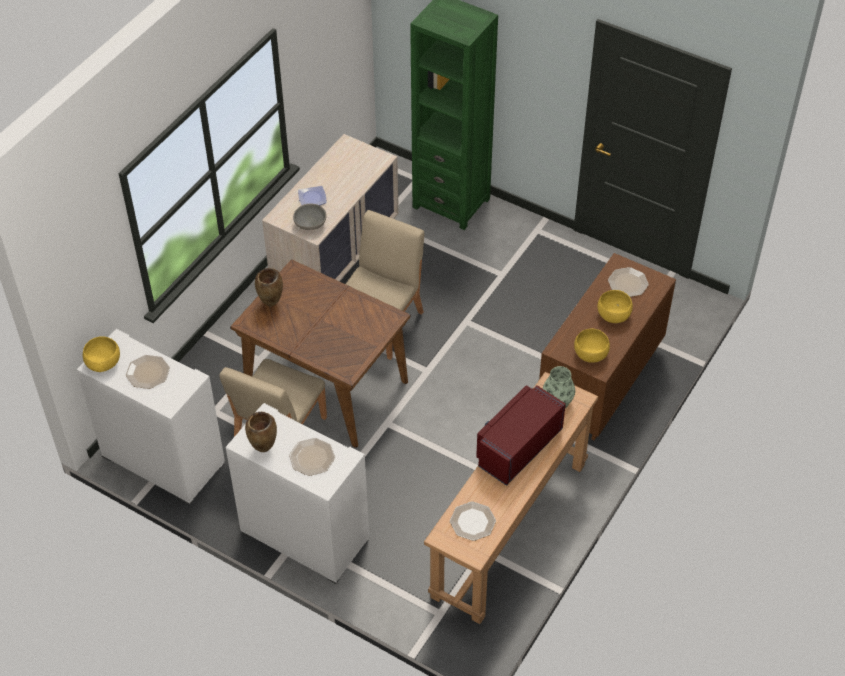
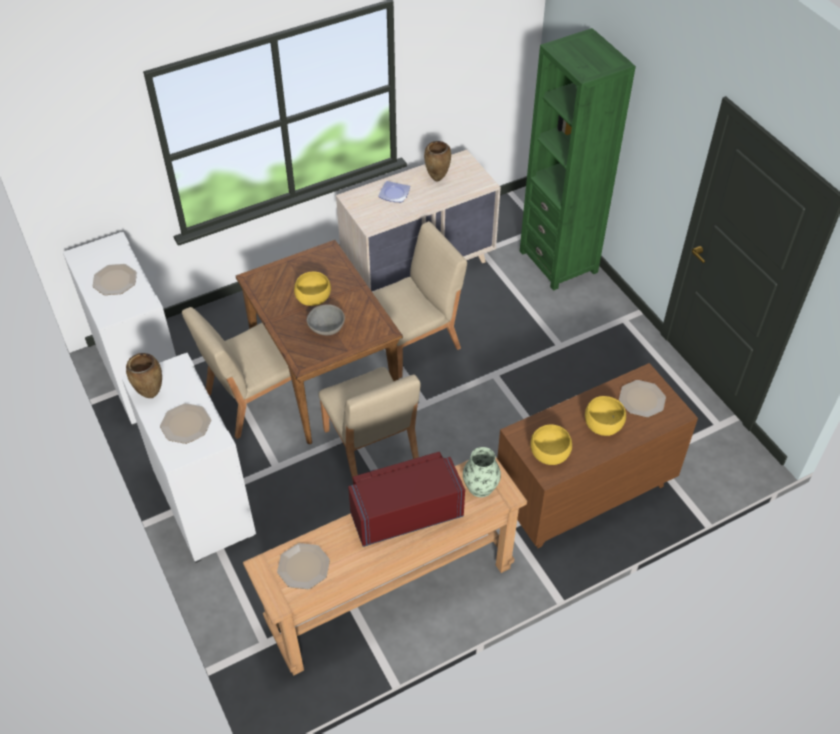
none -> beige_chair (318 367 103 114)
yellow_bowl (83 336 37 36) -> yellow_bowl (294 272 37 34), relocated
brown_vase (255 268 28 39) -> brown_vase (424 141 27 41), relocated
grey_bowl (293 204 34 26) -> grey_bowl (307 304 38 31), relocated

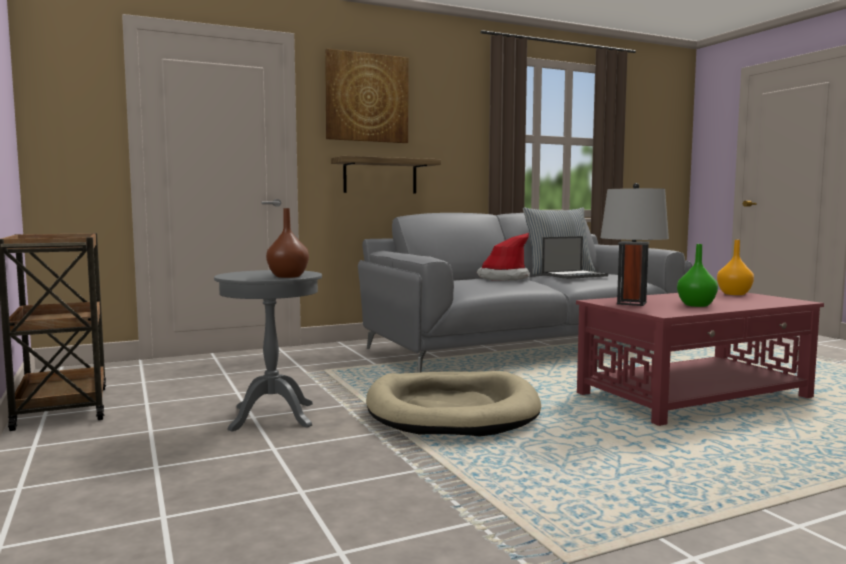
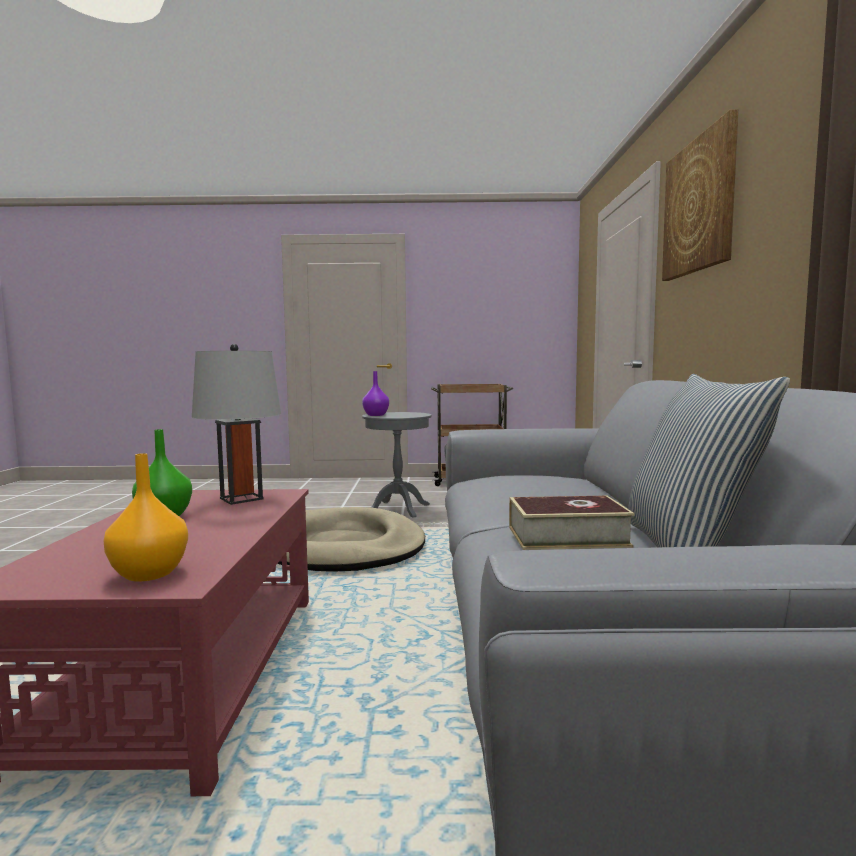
shelf (331 156 110 37) -> none
hat (476 233 54 48) -> none
laptop (542 236 66 43) -> book (509 496 126 54)
brown_vase (266 208 43 70) -> purple_vase (362 371 27 45)

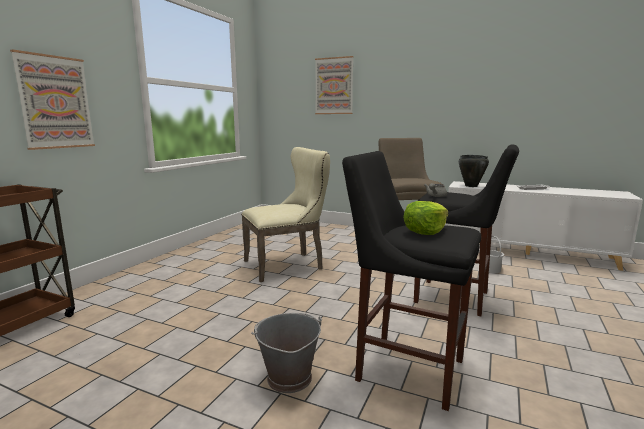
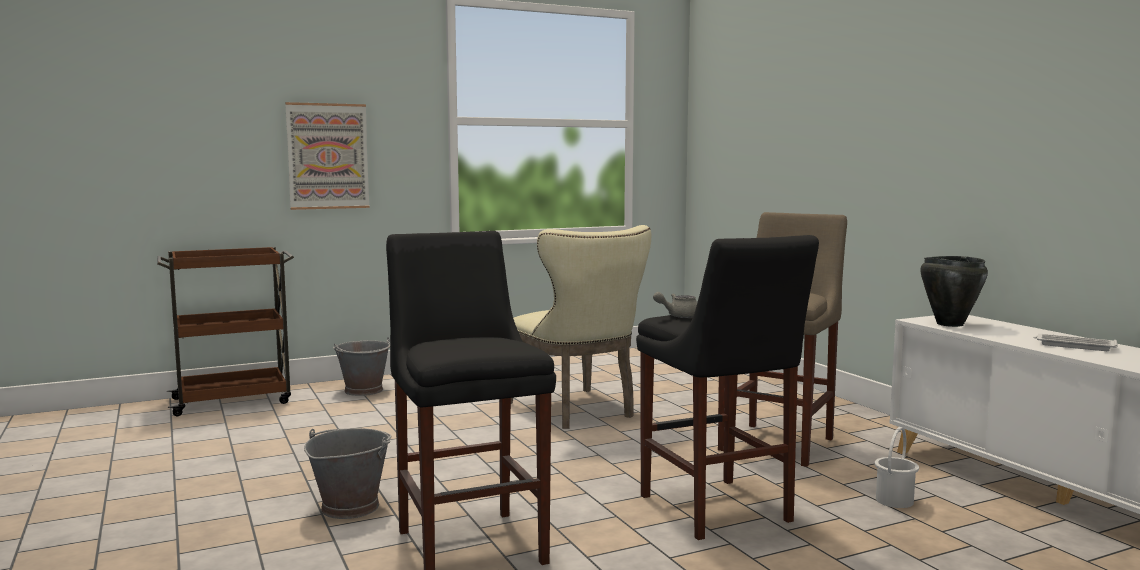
picture (315 56 39 58) -> none
lettuce (403 201 46 34) -> none
none -> grey_bucket (333 337 57 59)
beige_chair (241 147 89 135) -> beige_chair (511 225 140 204), 45 degrees clockwise

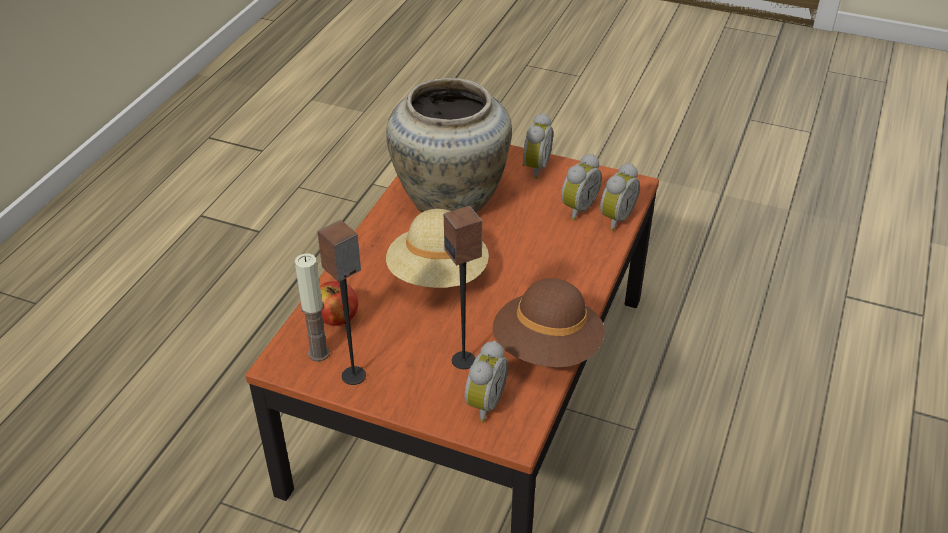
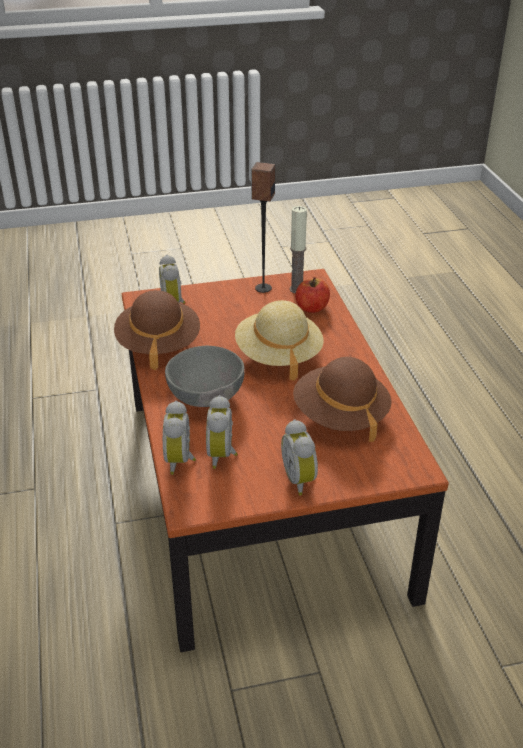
speaker (444 206 38 163) -> none
none -> grey_bowl (165 346 80 61)
beige_vase (386 78 126 135) -> brown_hat (293 357 99 85)

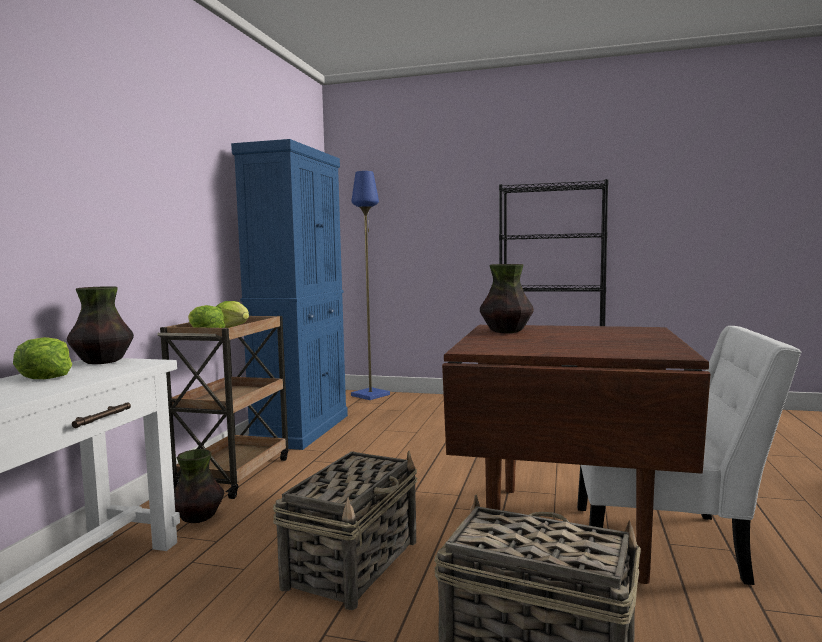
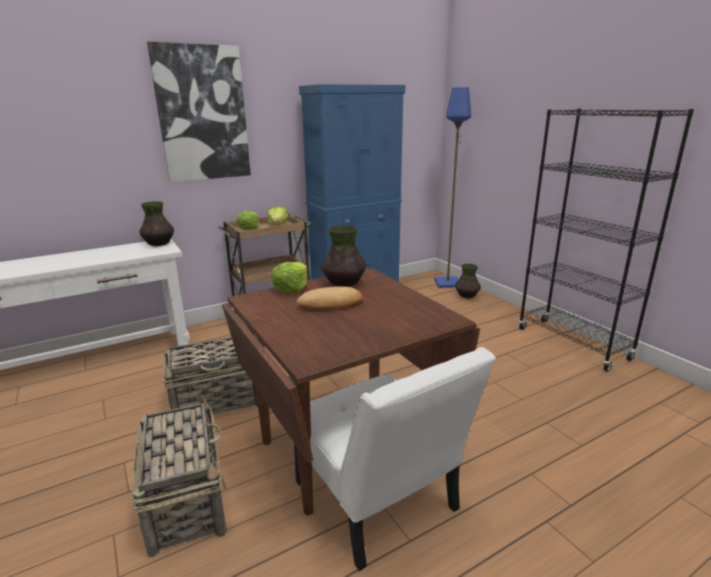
none -> picture (147 42 104 140)
none -> bread (297 287 67 24)
lettuce (13 337 59 42) -> lettuce (271 262 36 31), relocated
vase (174 449 50 74) -> vase (455 264 26 34), relocated

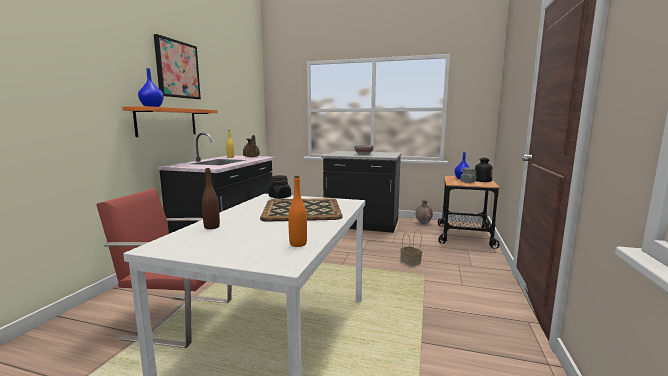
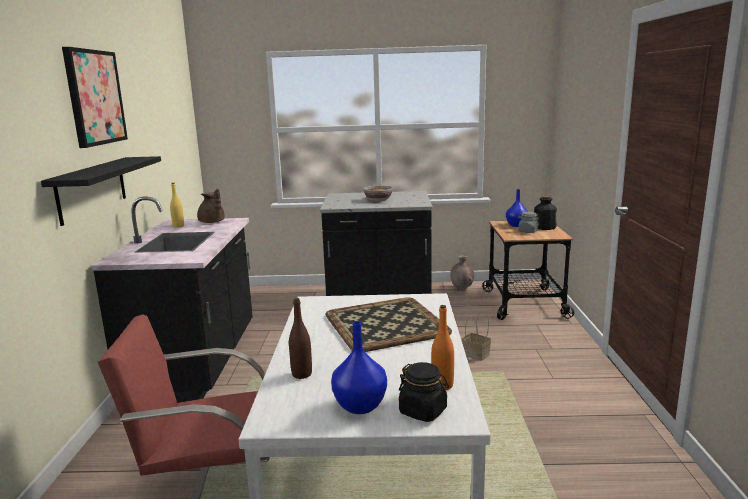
blue_vase (138 68 26 39) -> blue_vase (331 321 56 93), relocated
black_jar (269 175 22 24) -> black_jar (399 362 50 60), relocated
orange_shelf (123 106 95 31) -> black_shelf (41 156 120 70)

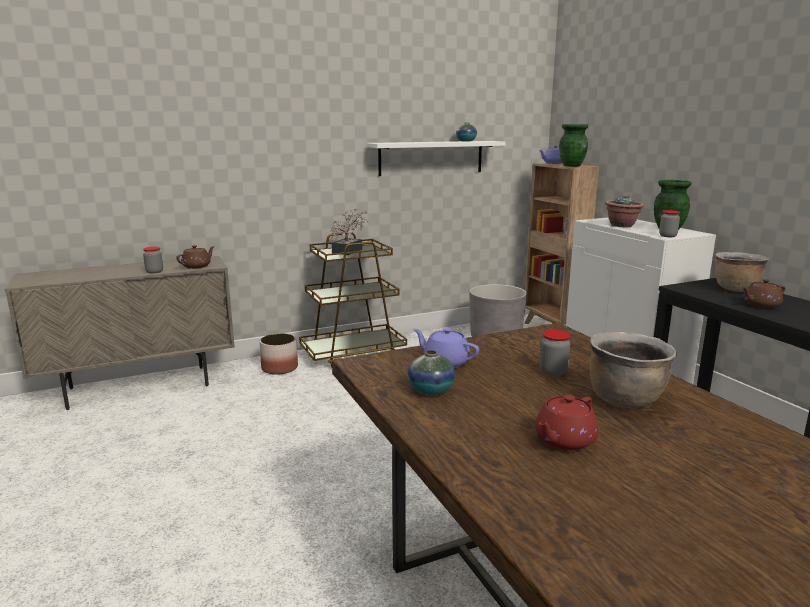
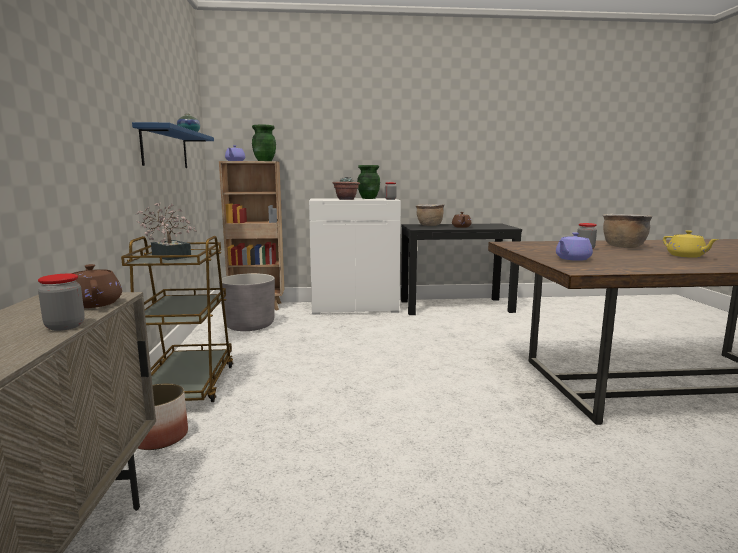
vase (408 350 47 45) -> none
white_shelf (367 141 139 35) -> blue_shelf (132 122 82 46)
red_teapot (535 395 64 55) -> yellow_teapot (663 230 56 28)

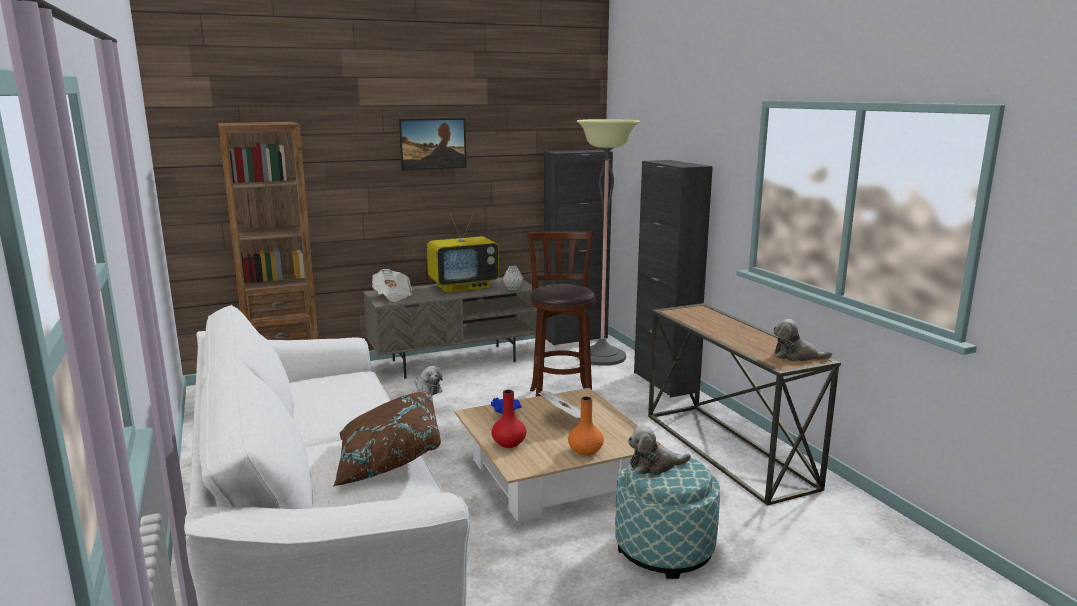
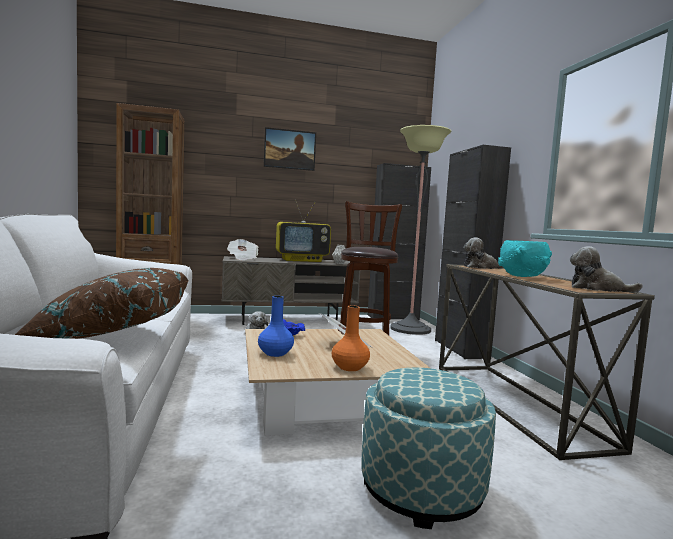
none -> turquoise_bowl (498 240 54 37)
plush_toy (628 426 63 49) -> plush_toy (463 237 40 32), relocated
red_vase (491 390 35 58) -> blue_vase (258 296 36 61)

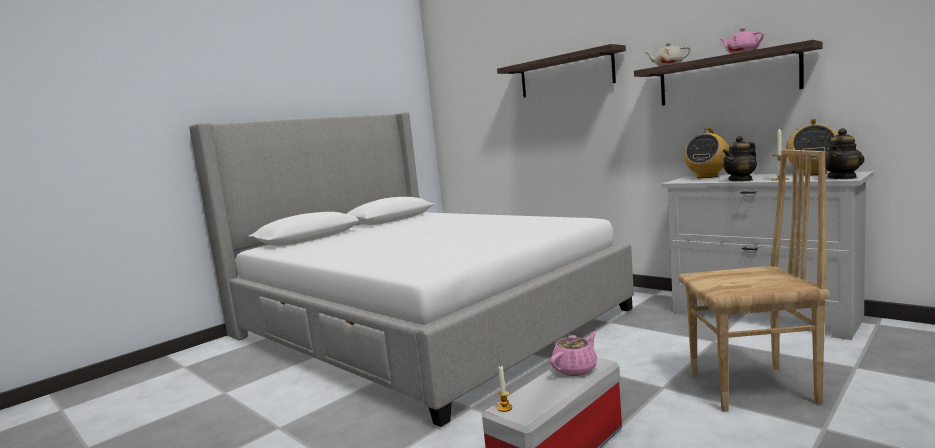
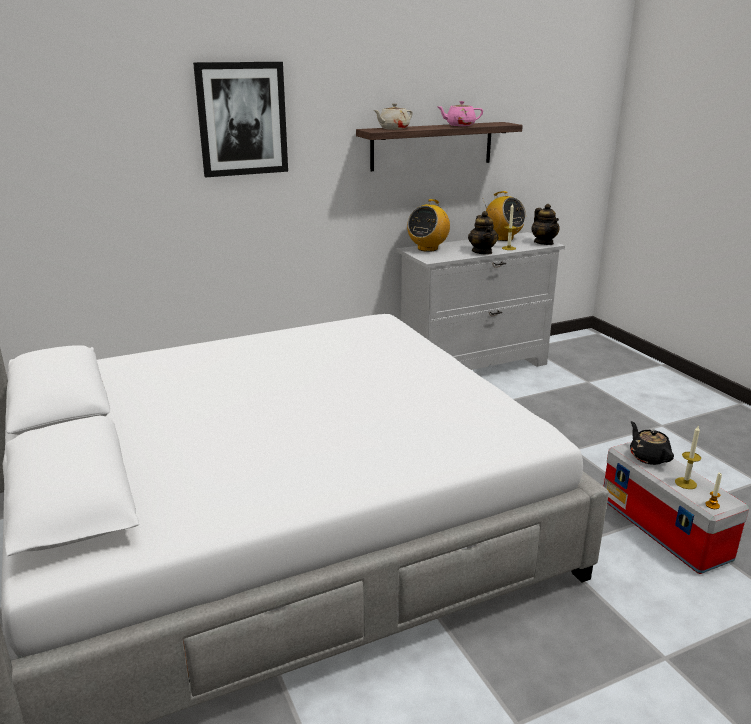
brown_chair (679 149 151 263) -> none
none -> candle (675 426 26 63)
shelf (497 44 129 54) -> picture (193 62 95 115)
pink_teapot (550 331 47 45) -> black_teapot (630 421 44 44)
radio (684 128 45 50) -> radio (407 199 43 53), 60 degrees clockwise

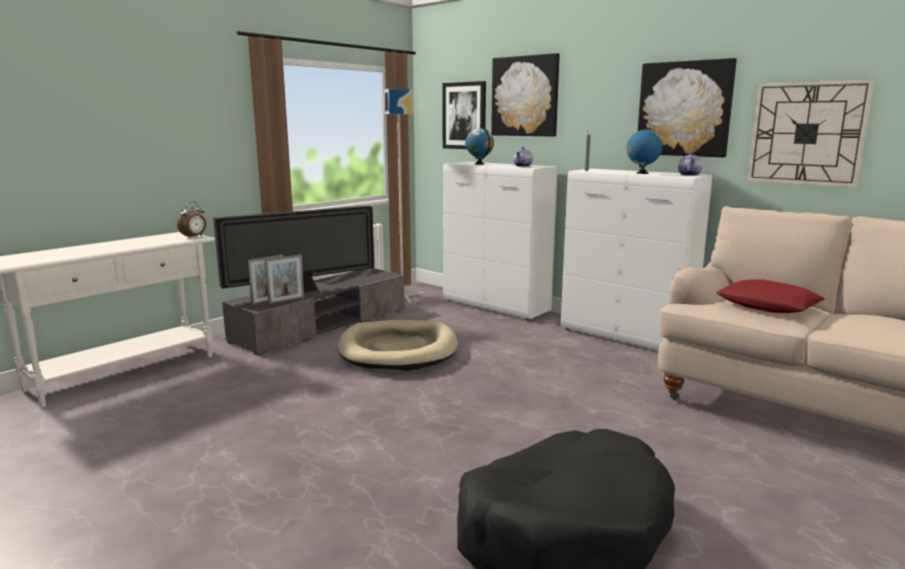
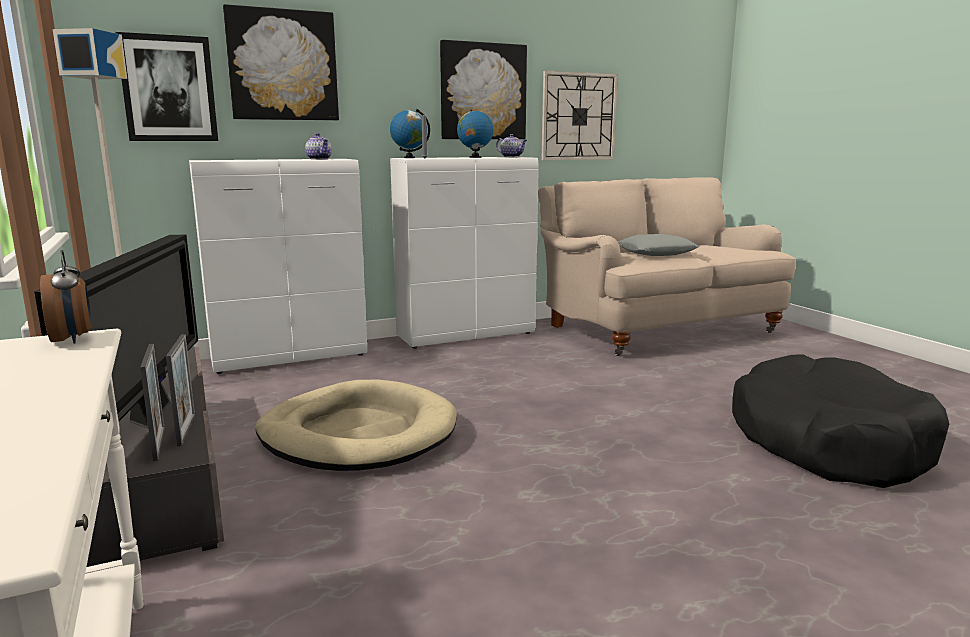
globe (465 127 29 38) -> globe (390 109 40 49), relocated
red_pillow (716 279 109 34) -> grey_pillow (618 234 81 22)

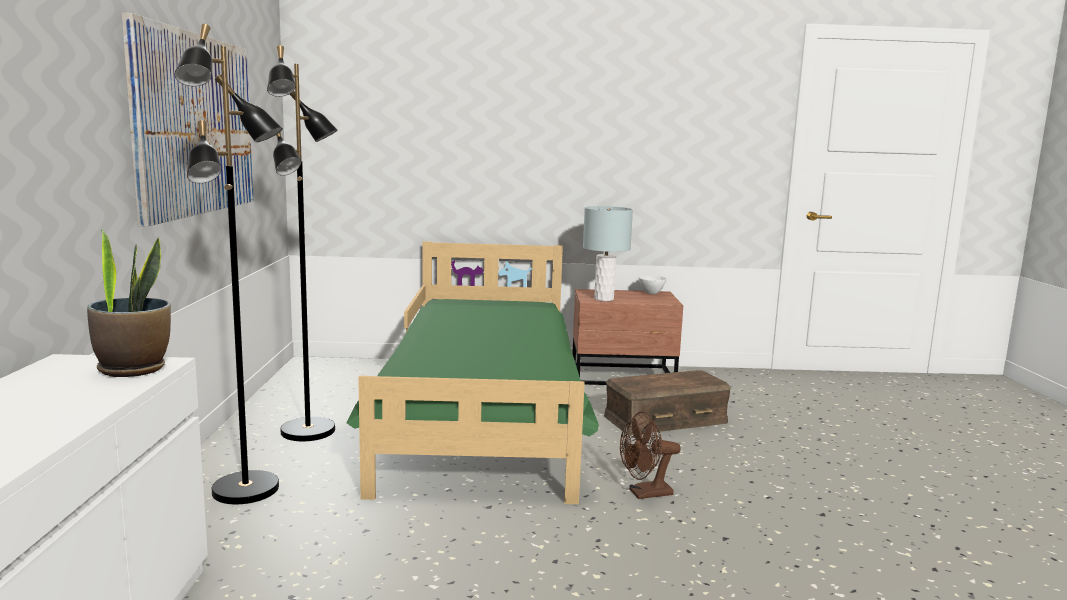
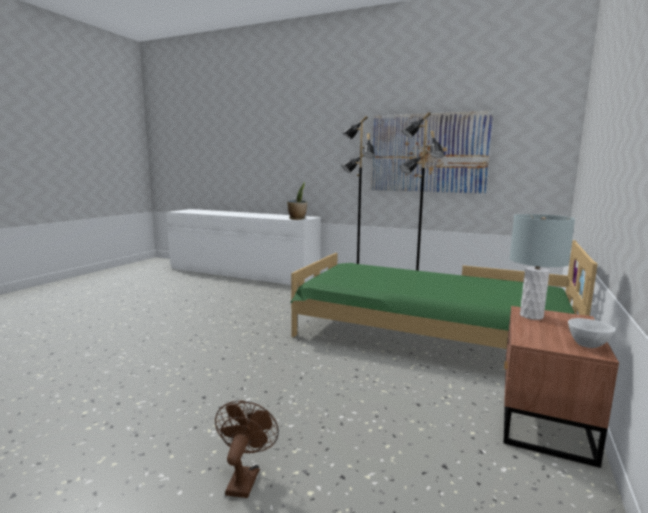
brown_storage_box (604 370 127 65) -> none
brown_fan (620 412 61 87) -> brown_fan (215 401 64 97), relocated

